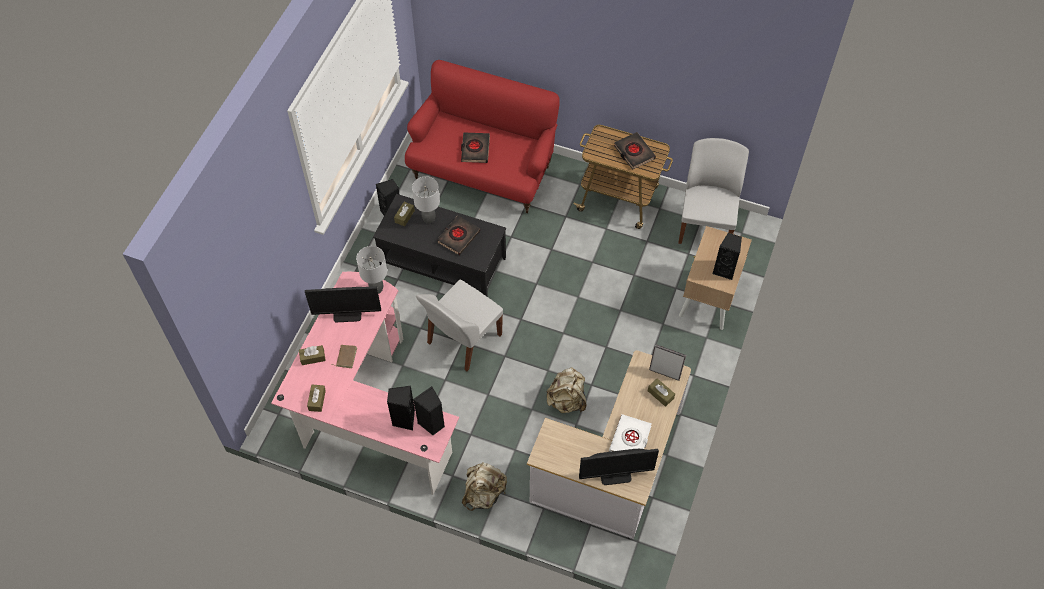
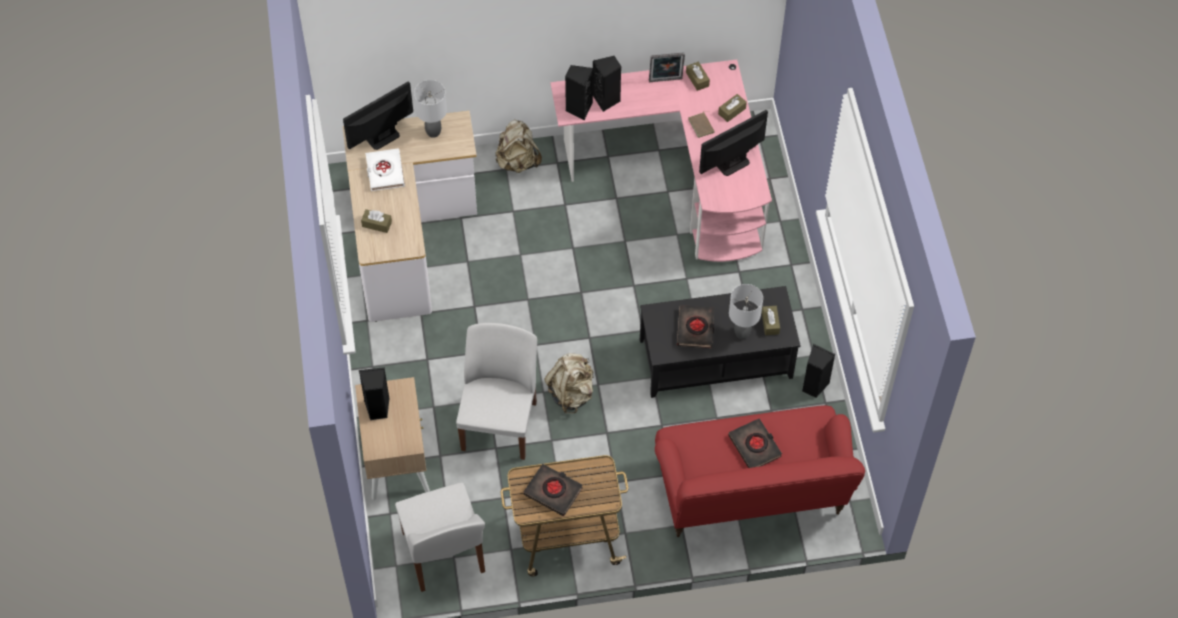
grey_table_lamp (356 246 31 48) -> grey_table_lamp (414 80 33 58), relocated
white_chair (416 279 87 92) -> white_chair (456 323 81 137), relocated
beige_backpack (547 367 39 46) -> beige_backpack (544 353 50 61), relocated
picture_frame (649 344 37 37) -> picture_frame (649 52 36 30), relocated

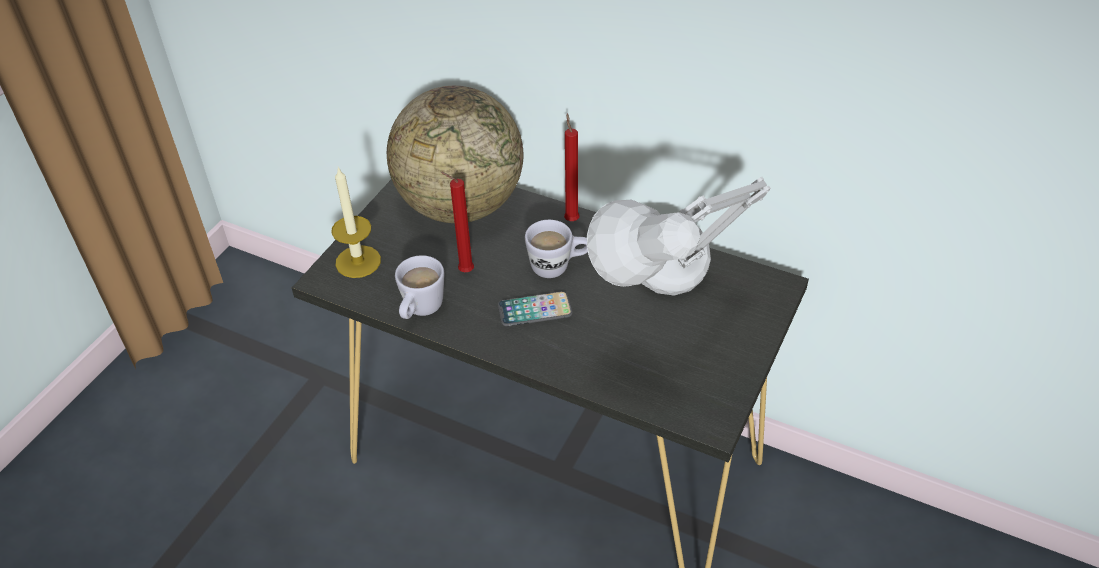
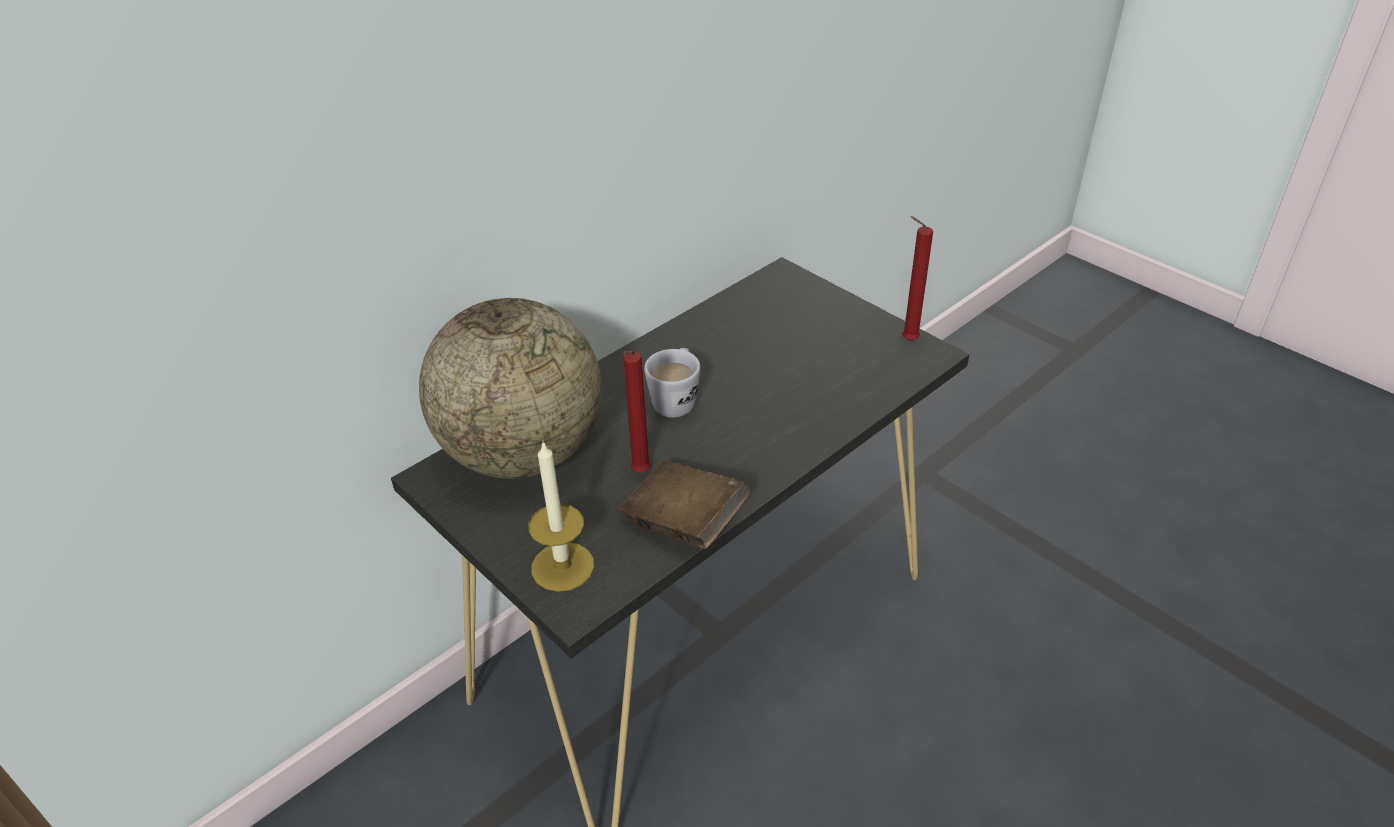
phone (498 291 75 36) -> none
grey_table_lamp (587 177 184 119) -> none
red_candle (564 114 15 107) -> red_candle (902 216 31 125), relocated
white_mug (395 255 49 64) -> brown_book (619 460 131 89)

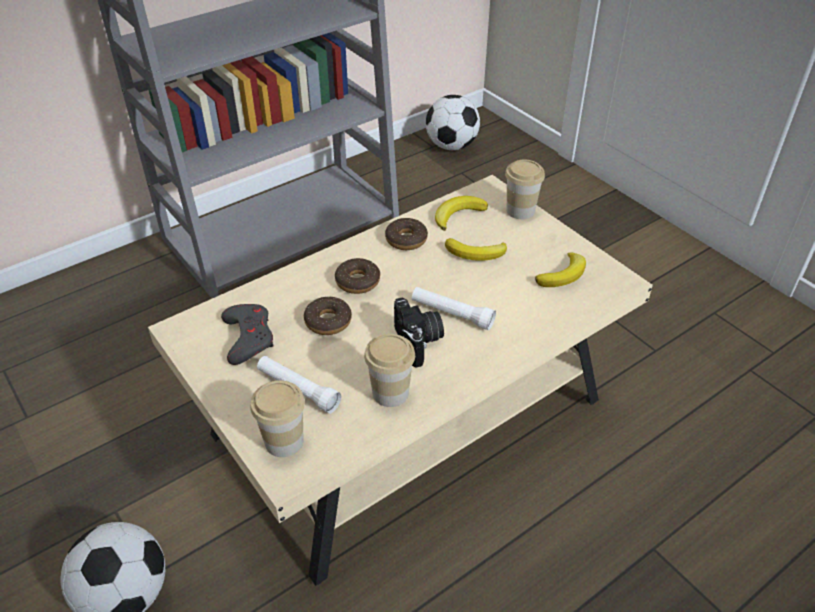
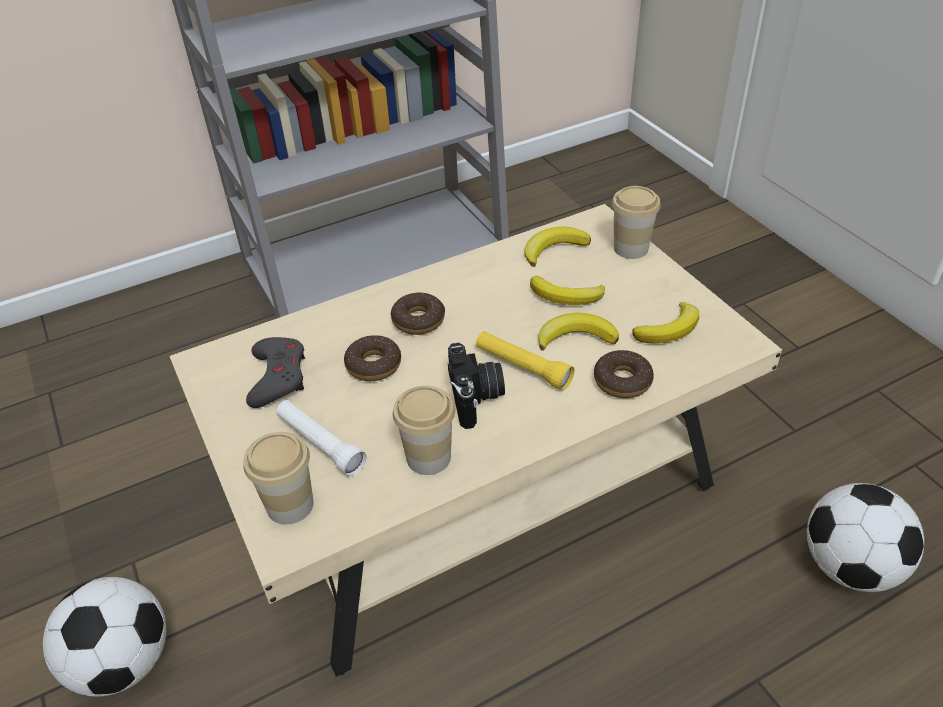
none -> banana (538 313 81 38)
donut (385 218 43 32) -> donut (594 350 60 48), relocated
football (426 95 54 55) -> football (807 483 117 109), relocated
white_flashlight (412 287 84 43) -> yellow_flashlight (476 331 98 60)

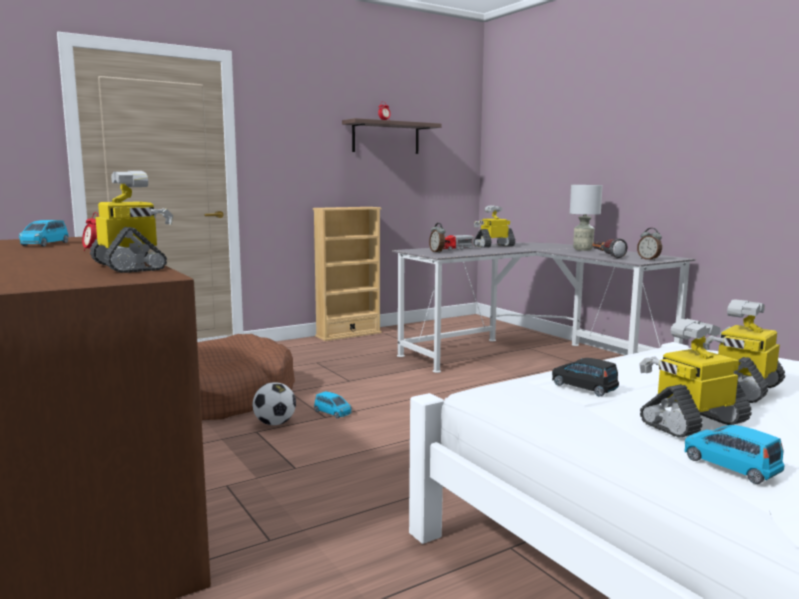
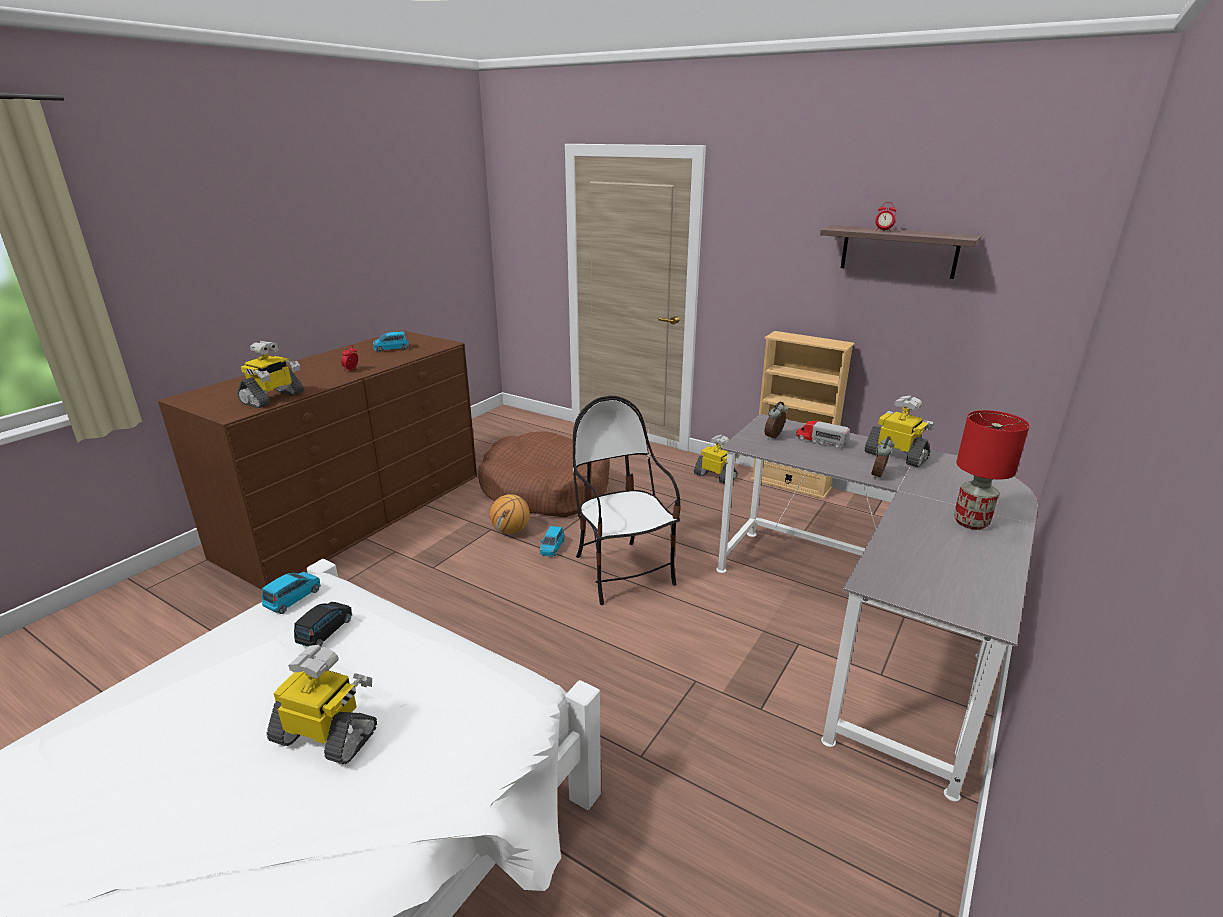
flashlight (592 238 35 21) -> none
none -> chair (573 396 108 209)
alarm_clock (637 228 25 33) -> alarm_clock (871 436 23 43), relocated
toy_robot (639 318 113 120) -> toy_robot (694 435 45 49), relocated
blue_toy_car (684 425 101 59) -> blue_toy_car (261 572 60 42), relocated
football (252 382 44 43) -> basketball (490 494 40 40)
grey_table_lamp (570 185 33 66) -> red_table_lamp (954 410 75 120)

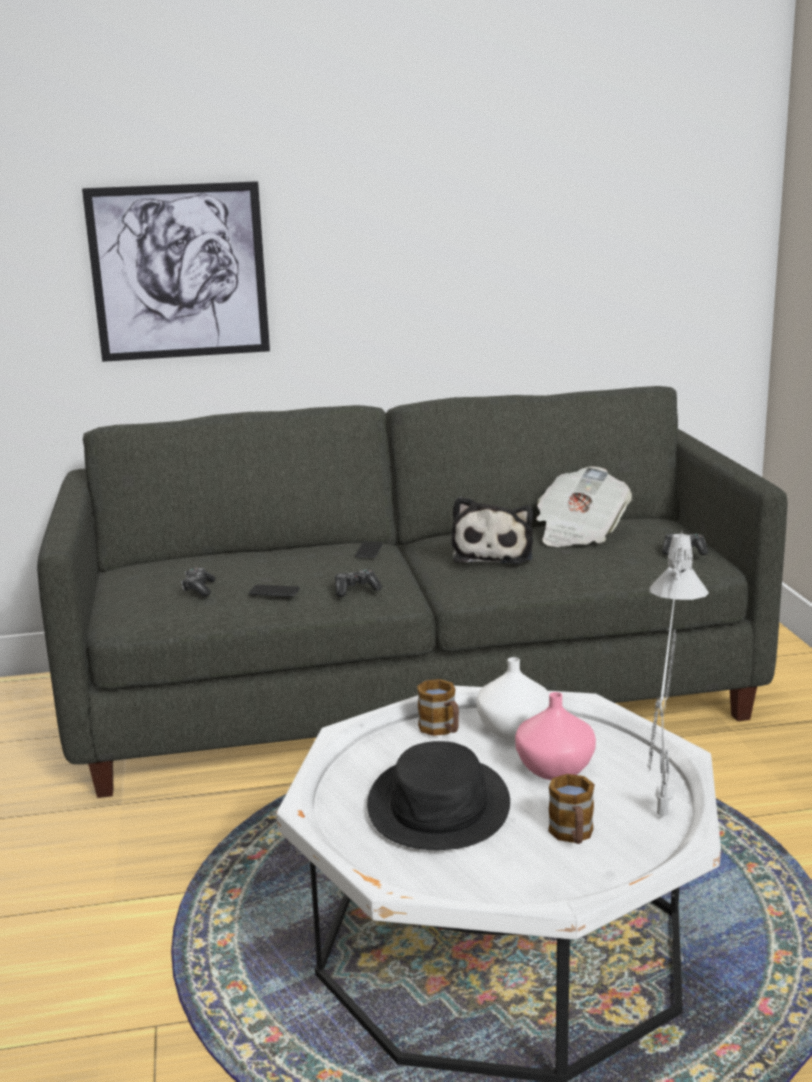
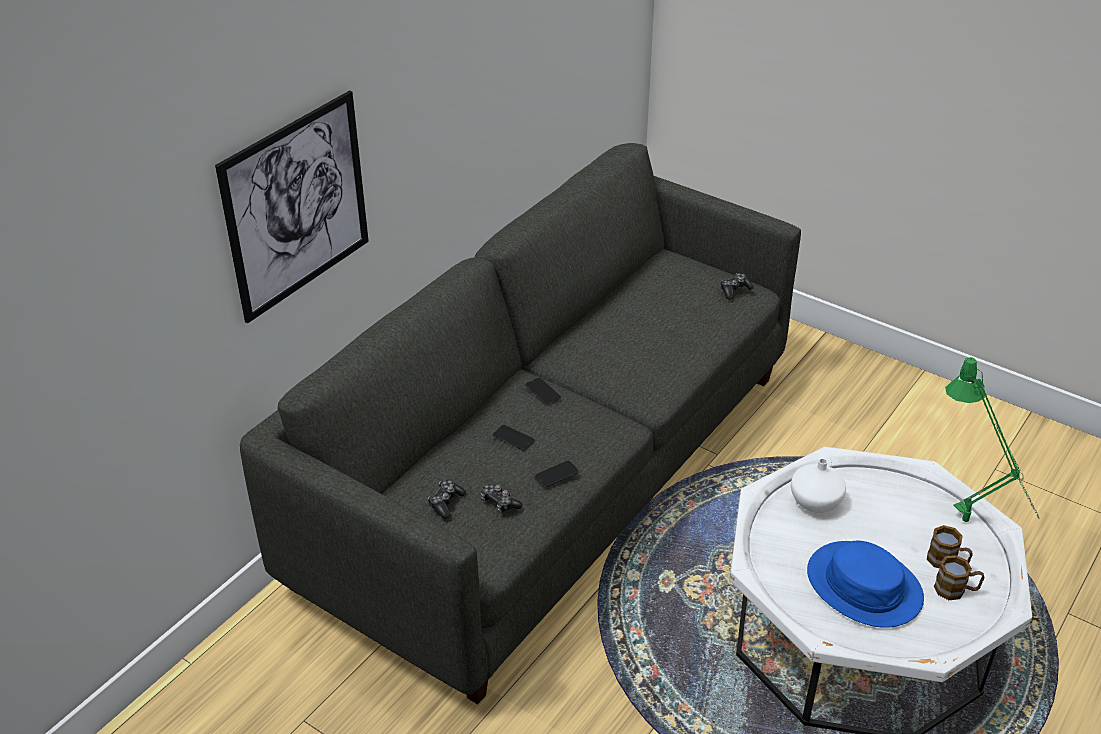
plush_toy (451 497 82 67) -> none
pink_vase (515 692 81 88) -> none
newspaper (536 466 96 81) -> none
none -> phone (493 425 42 26)
game_controller (335 569 47 28) -> game_controller (428 480 38 39), relocated
mug (417 679 42 57) -> mug (934 555 50 45), relocated
black_hat (367 741 143 109) -> blue_hat (807 541 117 87)
grey_table_lamp (647 530 62 287) -> green_table_lamp (945 357 95 165)

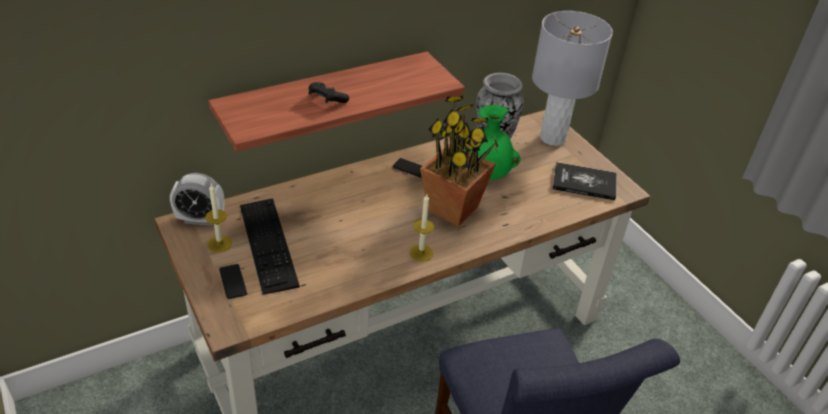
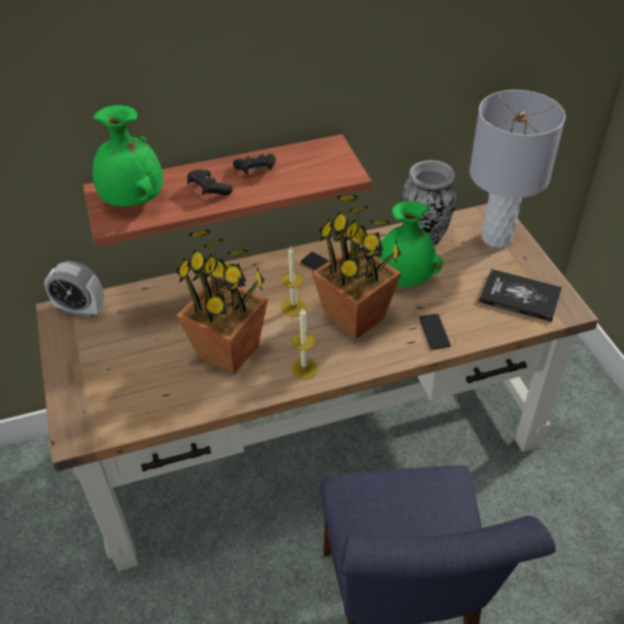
keyboard (240 198 60 97) -> none
none -> green_vase (93 105 70 101)
none -> potted_plant (176 229 92 145)
none -> black_game_controller (233 154 43 20)
candle (205 184 27 69) -> candle (281 247 25 70), relocated
phone (219 264 28 35) -> phone (419 314 32 35), relocated

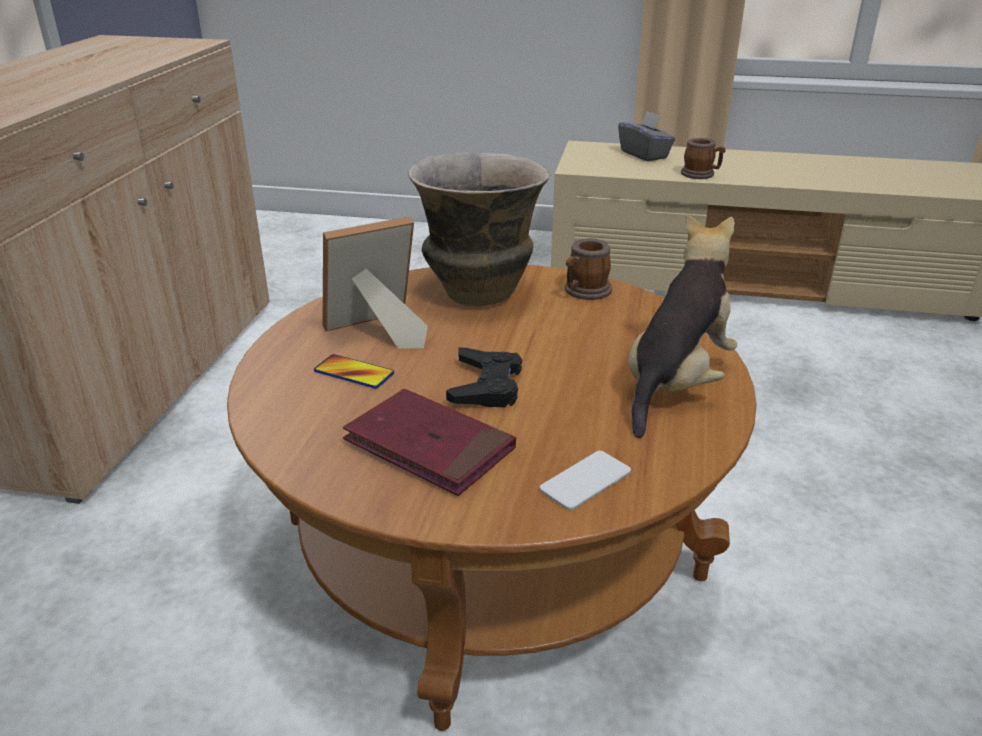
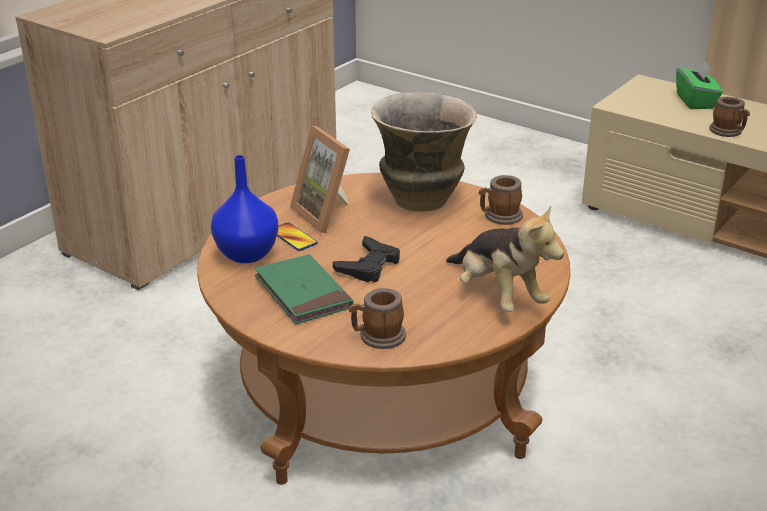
none -> blue_vase (211 155 67 108)
phone (539 451 92 59) -> mug (349 288 57 61)
red_book (343 389 173 107) -> green_book (255 254 99 70)
grey_tissue_box (618 111 57 50) -> green_tissue_box (676 60 47 49)
picture_frame (323 216 105 133) -> picture_frame (290 126 60 107), 120 degrees counterclockwise
plush_toy (628 214 109 224) -> plush_toy (446 205 118 107), 90 degrees clockwise

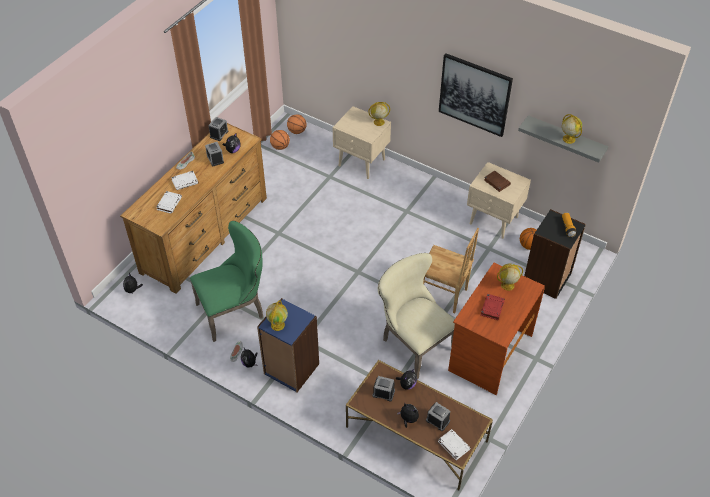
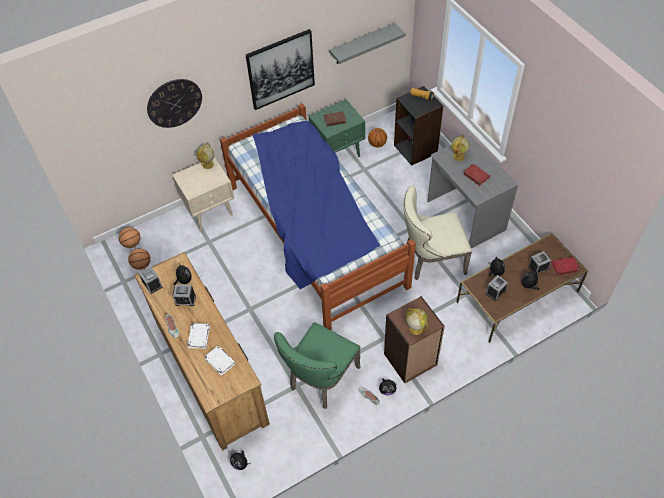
brown_chair (423 228 56 85) -> none
globe (562 114 20 30) -> none
none -> wall_clock (147 79 55 49)
none -> bed (220 103 196 227)
blue_bookcase (257 298 62 94) -> brown_bookcase (384 296 61 87)
white_book (438 429 33 31) -> red_book (552 257 28 19)
brown_desk (448 263 97 132) -> grey_desk (427 136 91 113)
beige_nightstand (467 162 64 77) -> green_nightstand (309 99 56 58)
green_chair (190 221 73 121) -> green_chair (274 322 87 87), 150 degrees counterclockwise

